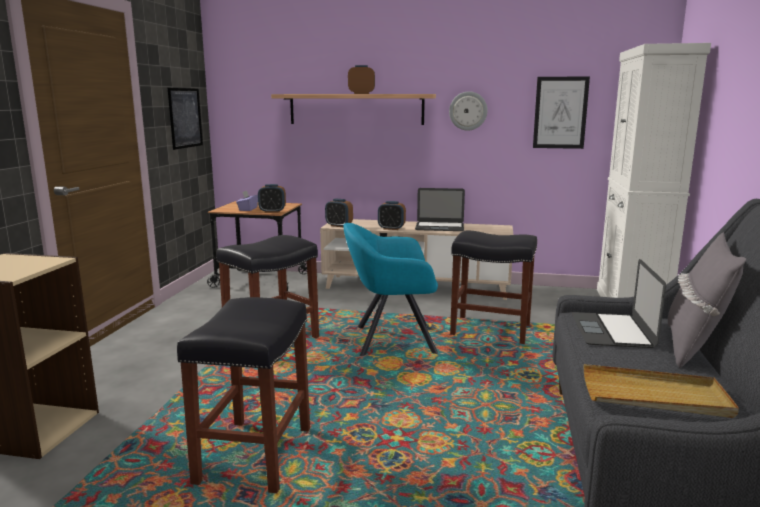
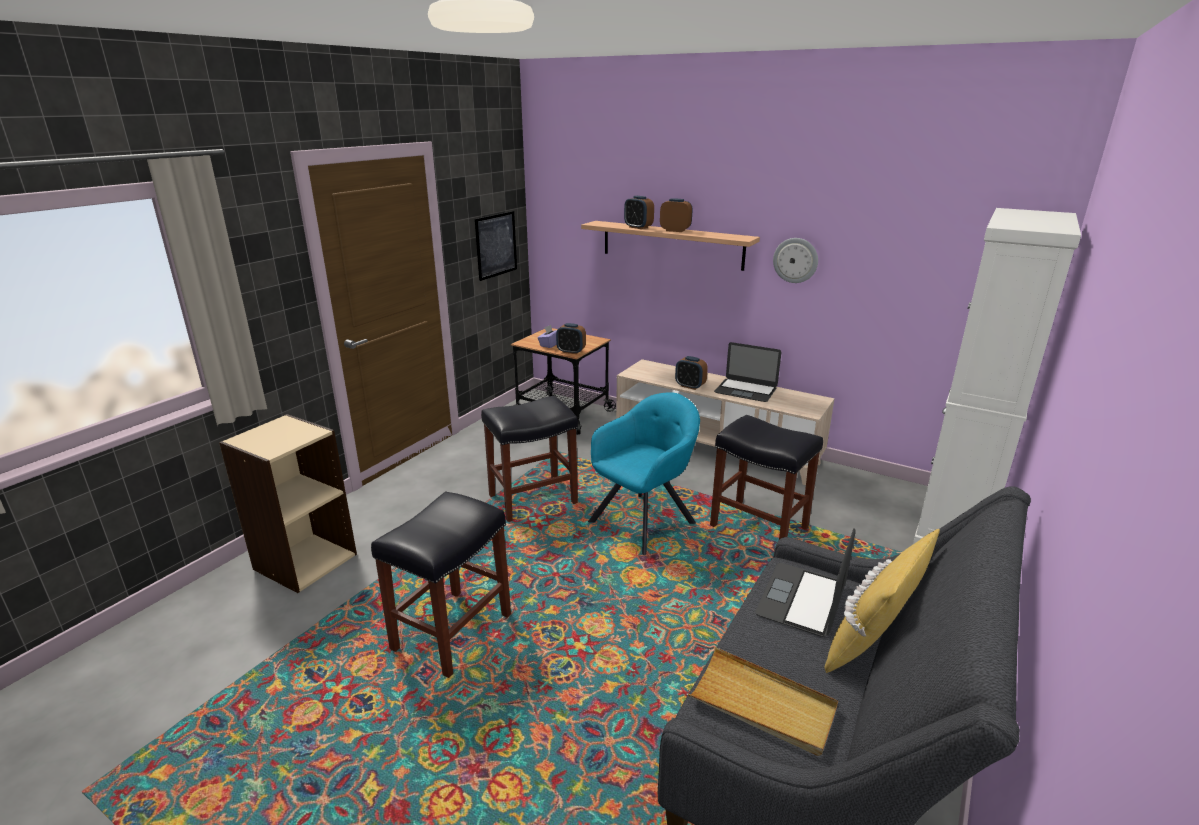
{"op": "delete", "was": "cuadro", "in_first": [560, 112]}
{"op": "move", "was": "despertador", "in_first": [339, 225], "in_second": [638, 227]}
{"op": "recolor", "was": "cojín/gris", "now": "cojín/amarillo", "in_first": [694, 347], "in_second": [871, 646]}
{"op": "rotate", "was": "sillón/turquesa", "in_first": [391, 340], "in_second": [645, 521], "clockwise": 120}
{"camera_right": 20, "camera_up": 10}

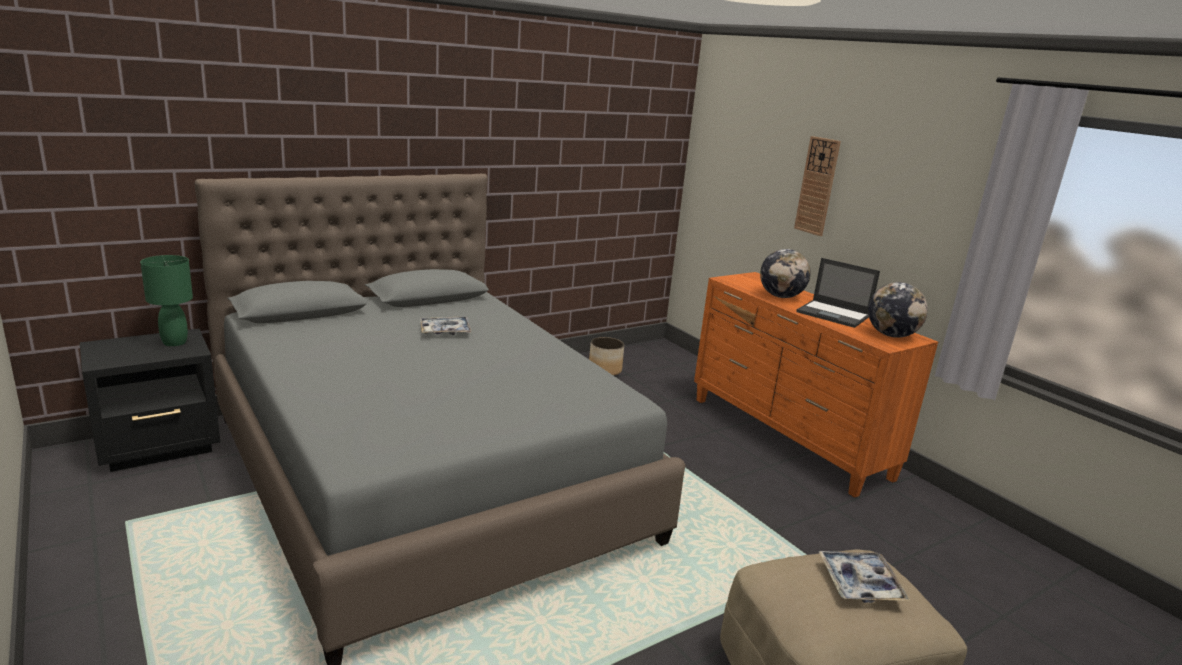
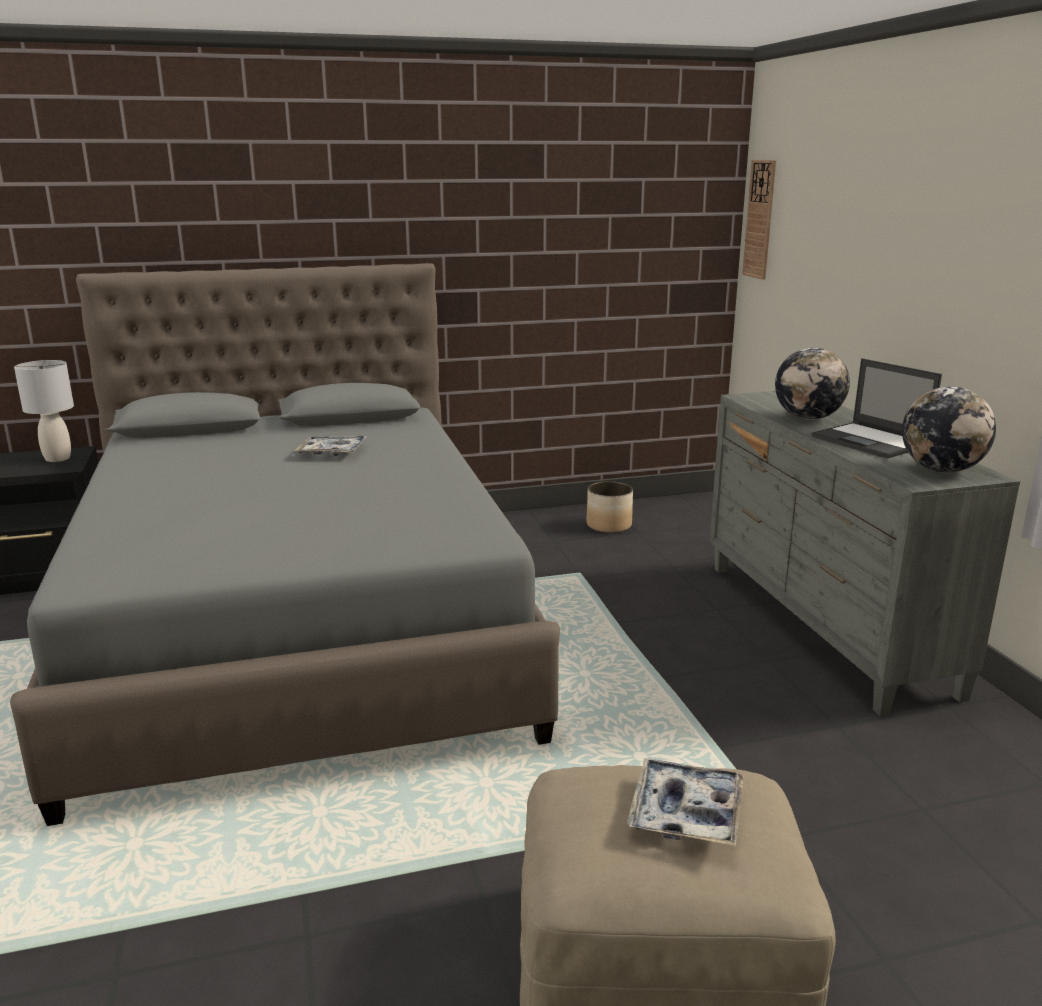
{"op": "move", "was": "reloj de pared", "in_first": [817, 186], "in_second": [760, 219]}
{"op": "recolor", "was": "lámpara de mesa/verde", "now": "lámpara de mesa/gris", "in_first": [175, 342], "in_second": [58, 458]}
{"op": "recolor", "was": "cómoda/naranja", "now": "cómoda/gris", "in_first": [787, 438], "in_second": [823, 627]}
{"camera_right": 20, "camera_up": 0}

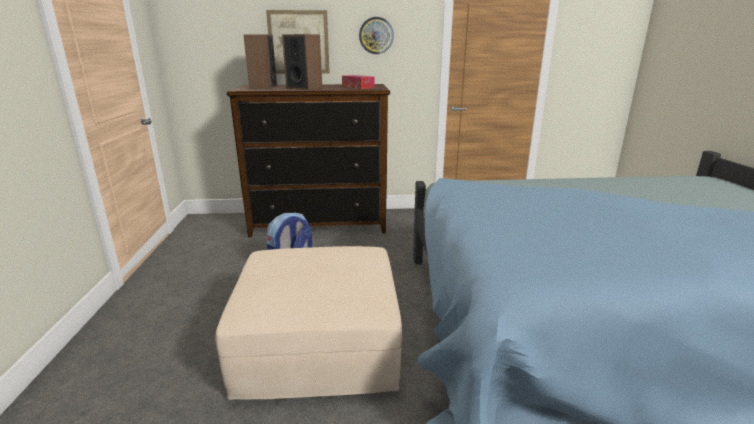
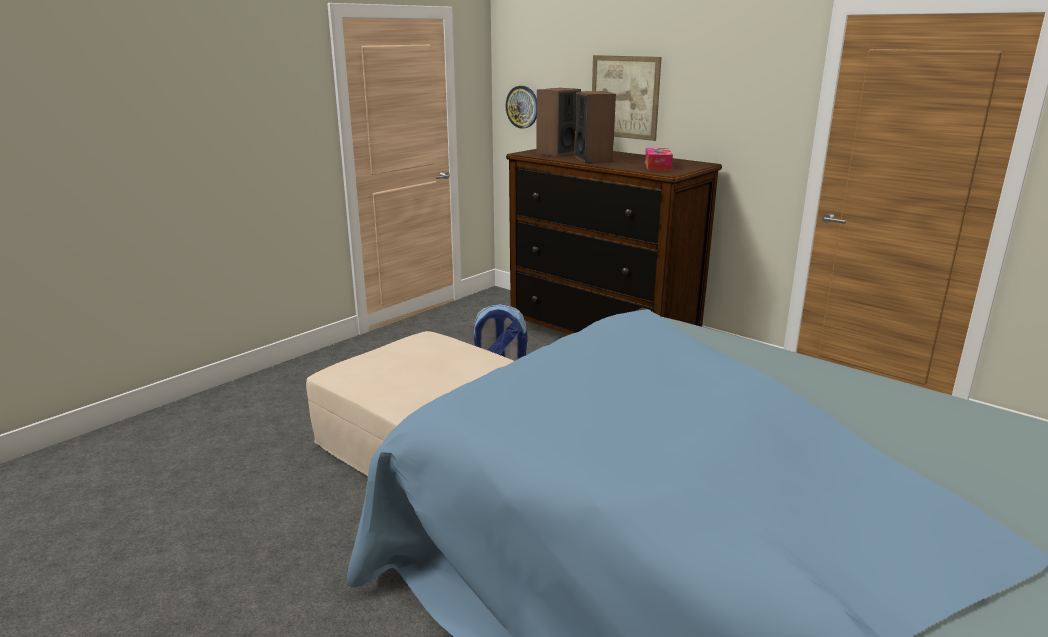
{"op": "move", "was": "reloj de pared", "in_first": [376, 35], "in_second": [522, 107]}
{"camera_right": 45, "camera_up": 0}

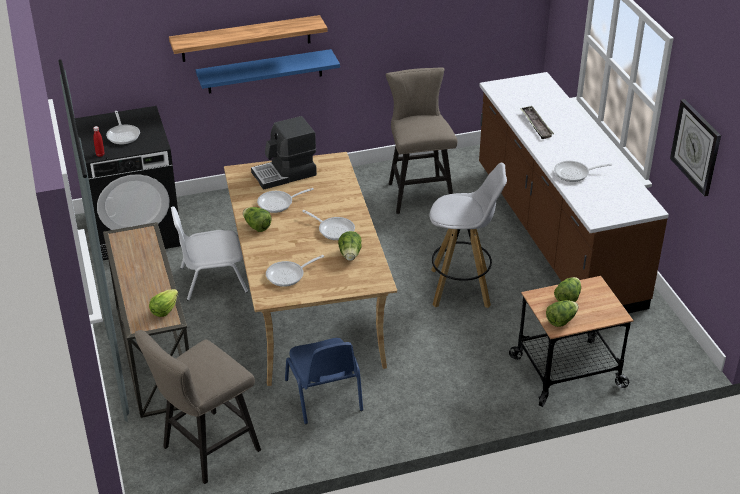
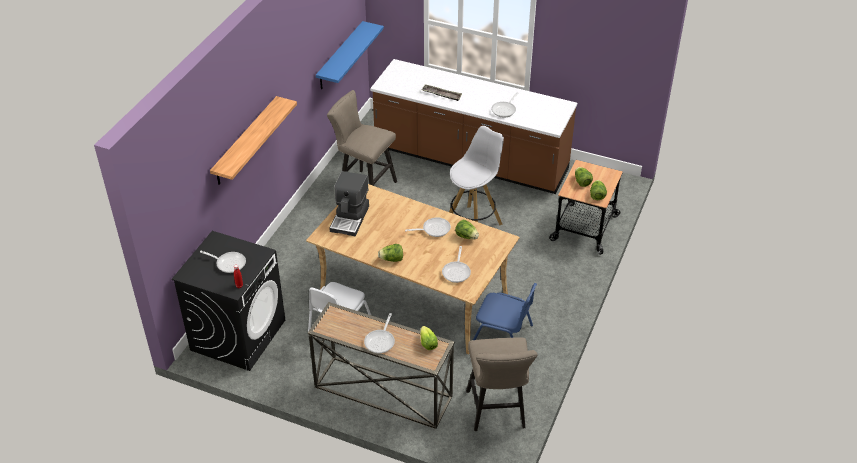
{"op": "delete", "was": "reloj de pared", "in_first": [696, 147]}
{"op": "move", "was": "estante/azul", "in_first": [265, 71], "in_second": [340, 56]}
{"op": "move", "was": "sartén", "in_first": [278, 203], "in_second": [381, 341]}
{"camera_right": -50, "camera_up": 5}

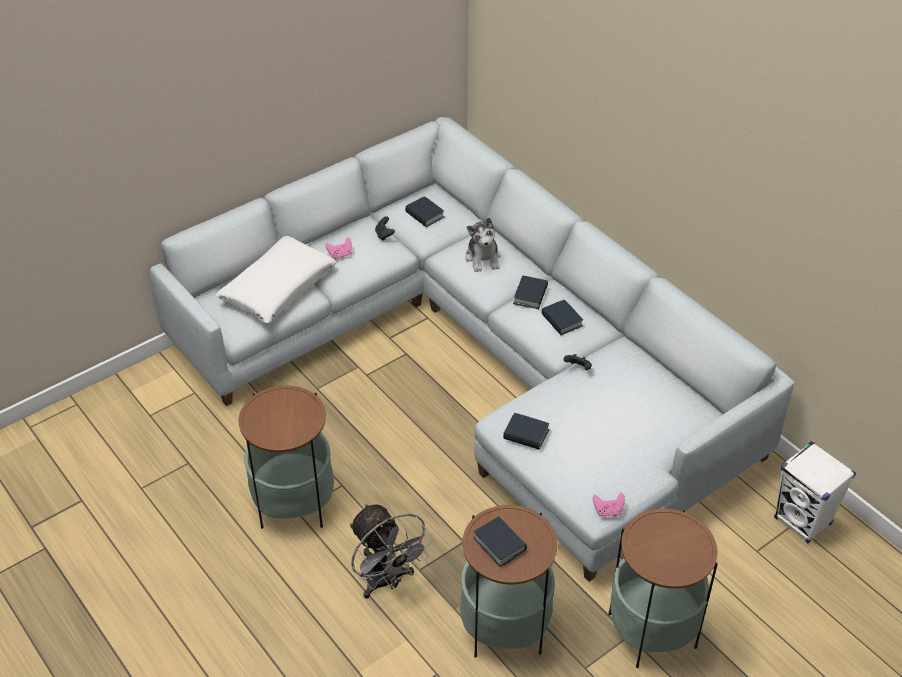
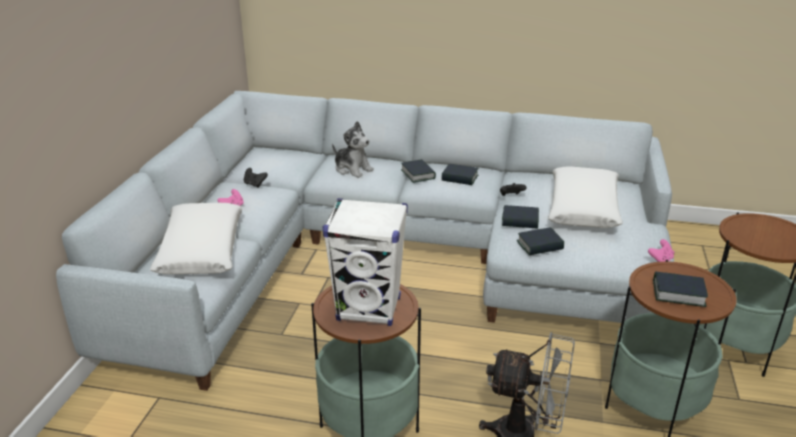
{"op": "insert", "now": "cojín/blanco", "in_second": [583, 208]}
{"op": "move", "was": "libro", "in_first": [424, 215], "in_second": [520, 221]}
{"op": "move", "was": "altavoz/blanco", "in_first": [803, 521], "in_second": [369, 309]}
{"camera_right": -40, "camera_up": -15}

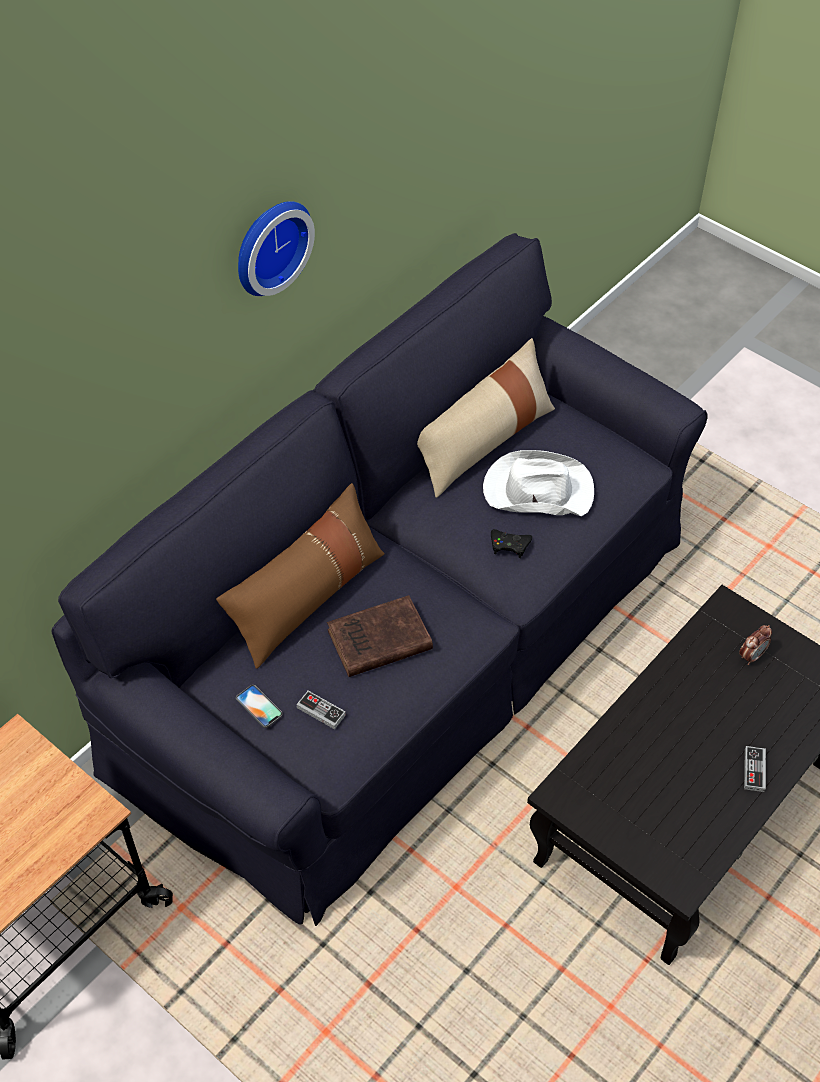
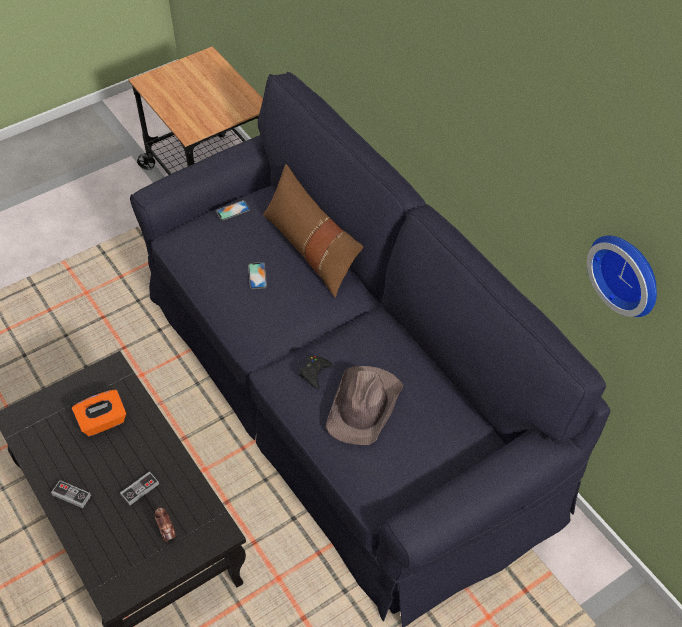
{"op": "delete", "was": "cojín/beis", "in_first": [483, 441]}
{"op": "insert", "now": "caja de pañuelos/naranja", "in_second": [103, 422]}
{"op": "move", "was": "reloj de pared", "in_first": [268, 245], "in_second": [628, 272]}
{"op": "move", "was": "mando de consola", "in_first": [321, 711], "in_second": [140, 489]}
{"op": "replace", "was": "libro/marrón", "now": "móvil", "in_first": [377, 641], "in_second": [257, 276]}
{"op": "recolor", "was": "sombrero/blanco", "now": "sombrero/marrón", "in_first": [537, 490], "in_second": [365, 406]}
{"camera_right": 105, "camera_up": 0}

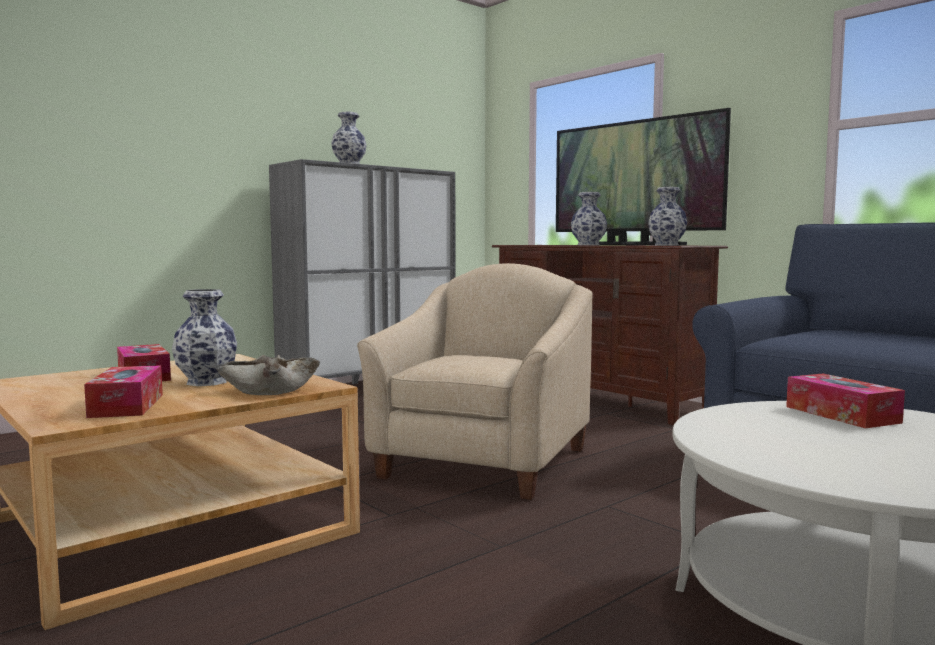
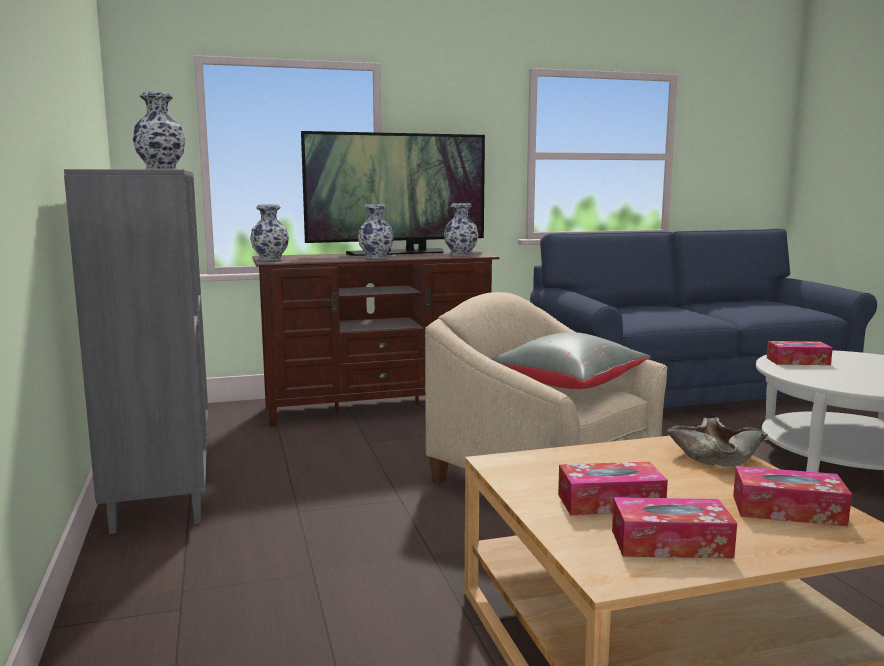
{"op": "insert", "now": "cojín/gris", "in_second": [568, 384]}
{"op": "insert", "now": "caja de pañuelos", "in_second": [670, 543]}
{"op": "move", "was": "florero", "in_first": [207, 382], "in_second": [271, 259]}
{"camera_right": -65, "camera_up": 5}

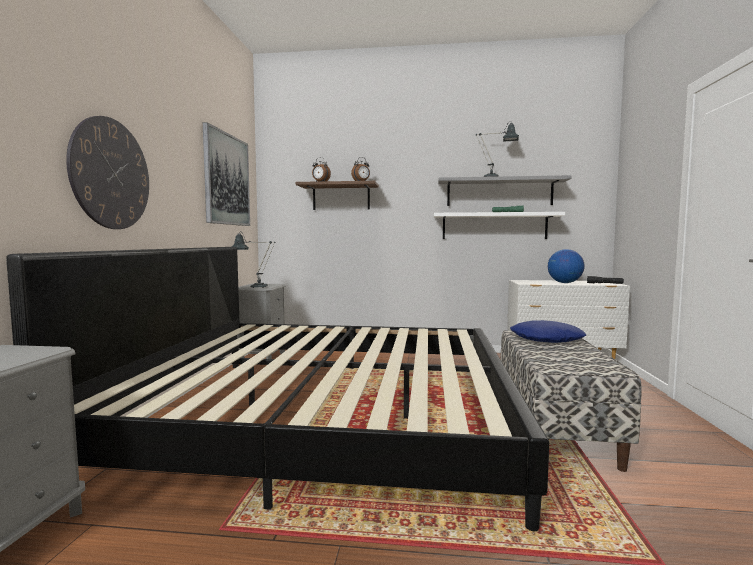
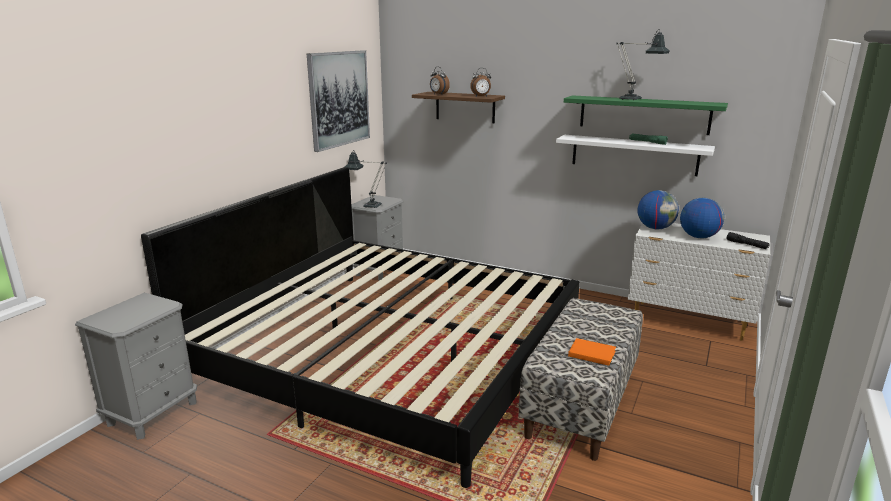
{"op": "delete", "was": "reloj de pared", "in_first": [111, 174]}
{"op": "delete", "was": "cojín/azul", "in_first": [546, 339]}
{"op": "insert", "now": "libro/naranja", "in_second": [590, 353]}
{"op": "insert", "now": "globo terráqueo", "in_second": [655, 228]}
{"op": "recolor", "was": "estante/gris", "now": "estante/verde", "in_first": [499, 192], "in_second": [643, 114]}
{"camera_right": 20, "camera_up": 15}

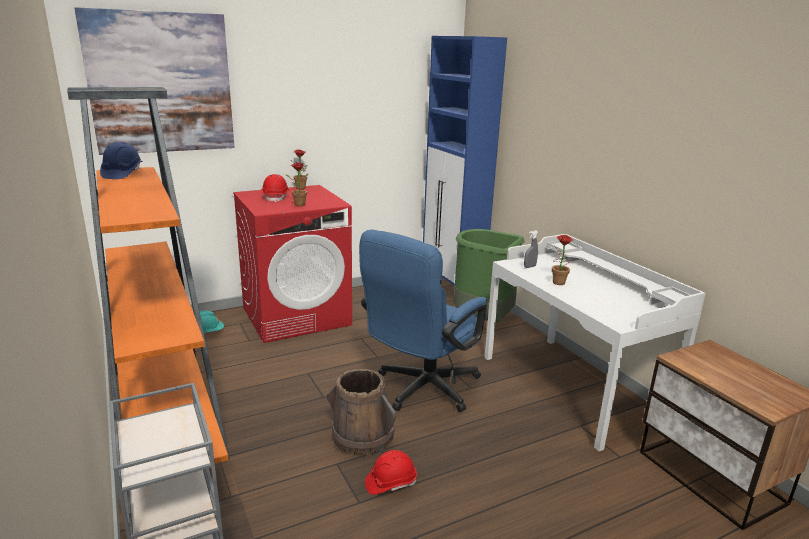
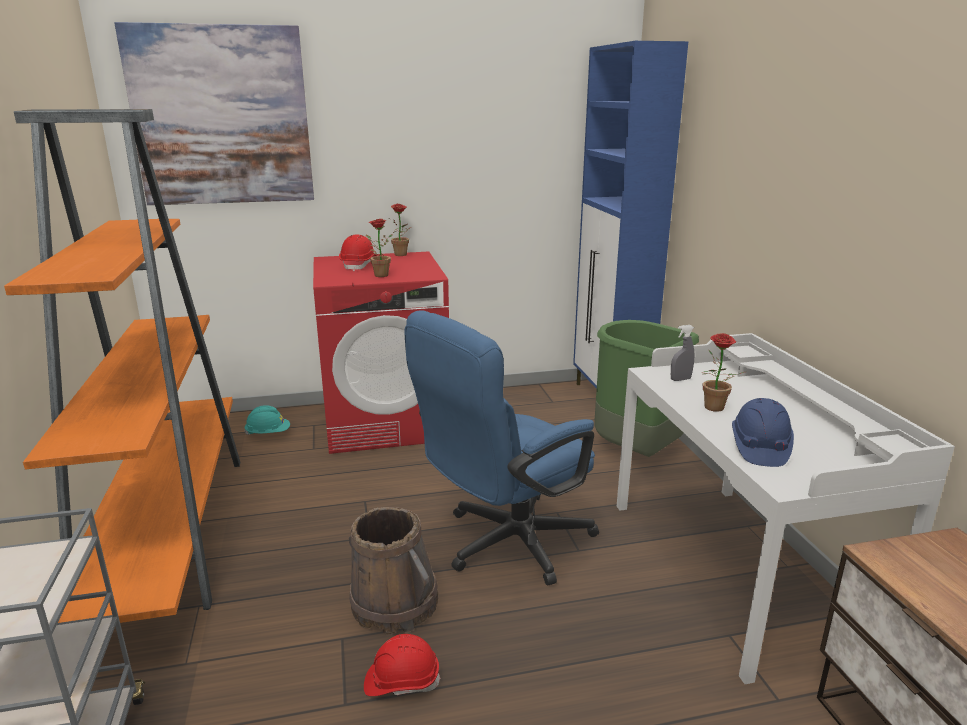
{"op": "move", "was": "casco/azul", "in_first": [122, 174], "in_second": [759, 448]}
{"camera_right": 15, "camera_up": 0}

